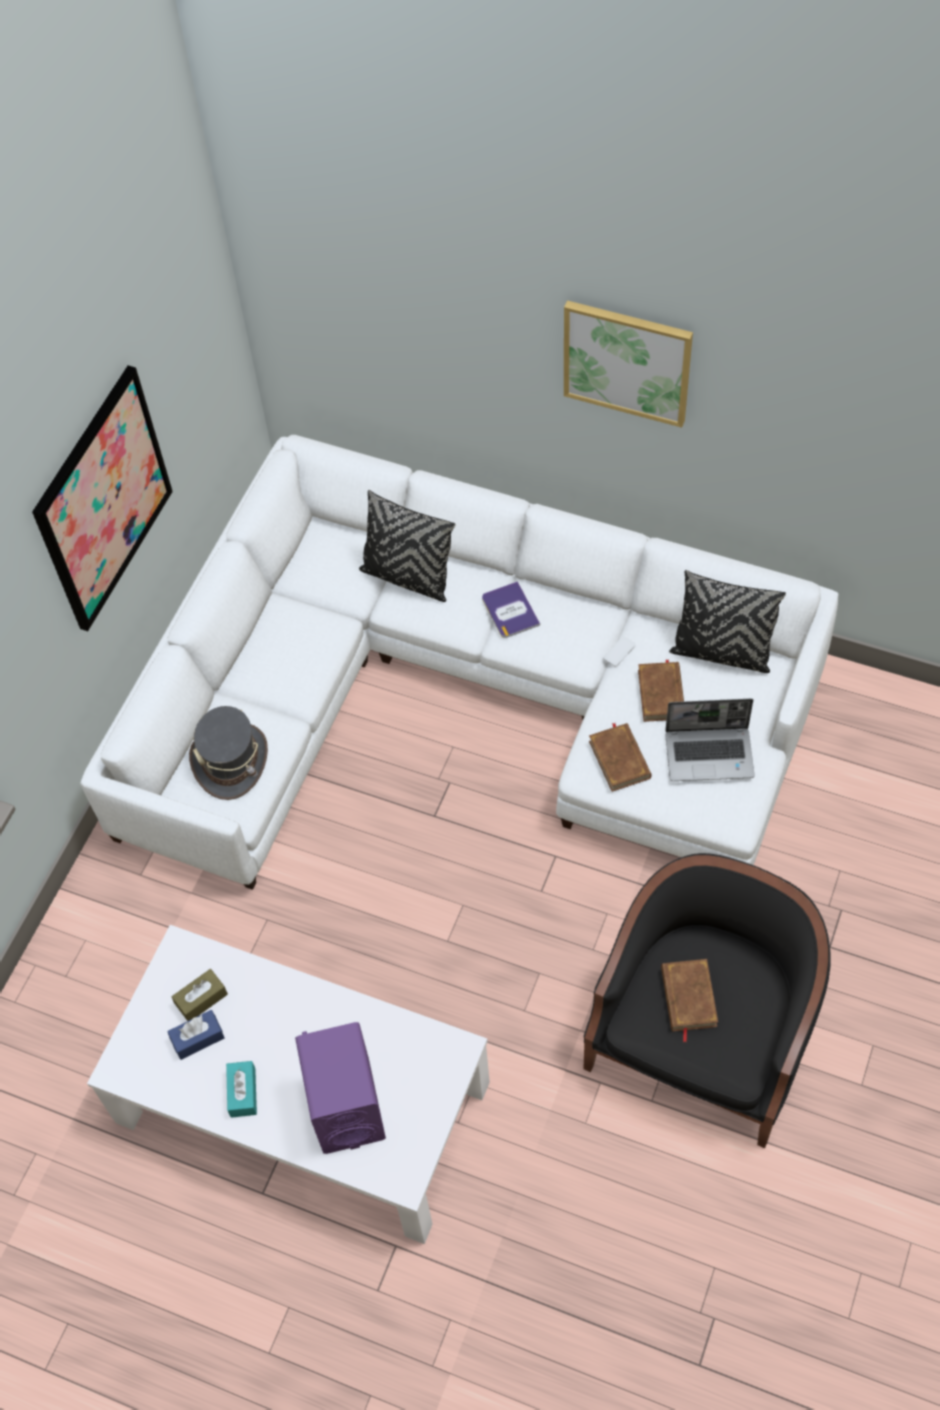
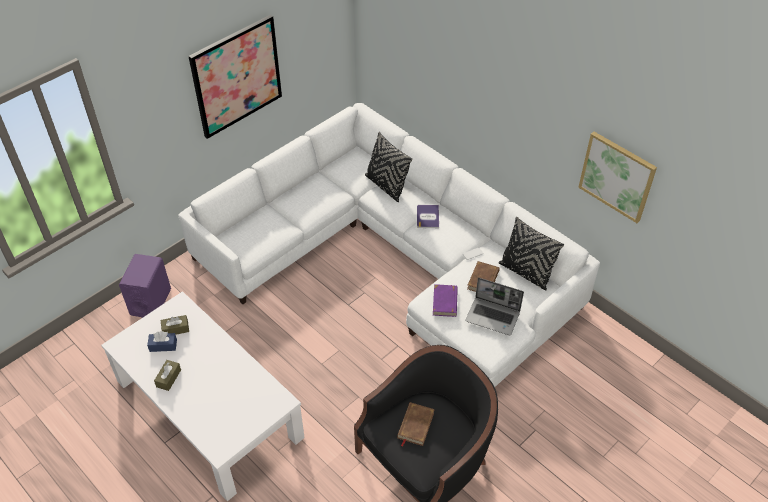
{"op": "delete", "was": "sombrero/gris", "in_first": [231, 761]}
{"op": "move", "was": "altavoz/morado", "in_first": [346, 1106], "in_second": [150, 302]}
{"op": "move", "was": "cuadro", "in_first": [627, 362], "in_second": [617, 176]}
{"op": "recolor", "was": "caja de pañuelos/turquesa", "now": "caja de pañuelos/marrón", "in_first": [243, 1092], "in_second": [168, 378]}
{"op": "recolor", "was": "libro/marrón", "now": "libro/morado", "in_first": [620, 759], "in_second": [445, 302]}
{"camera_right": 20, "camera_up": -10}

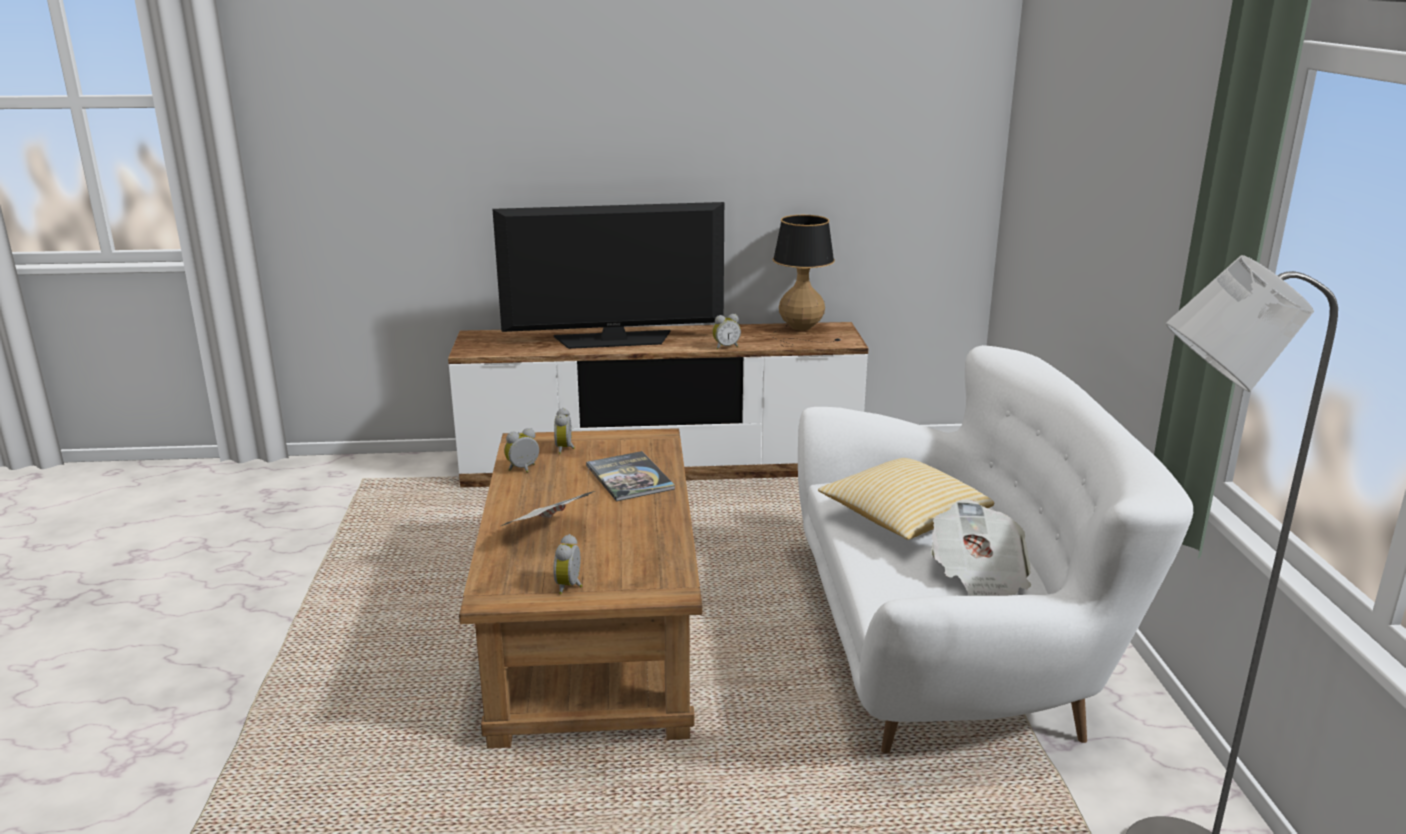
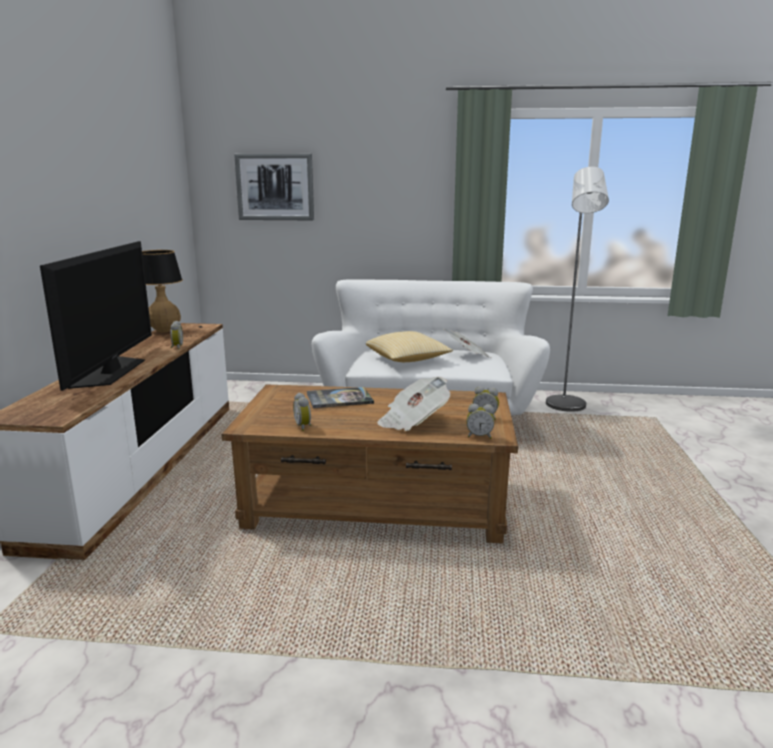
{"op": "insert", "now": "cuadro", "in_second": [275, 187]}
{"op": "move", "was": "despertador", "in_first": [566, 449], "in_second": [479, 436]}
{"camera_right": -80, "camera_up": -5}

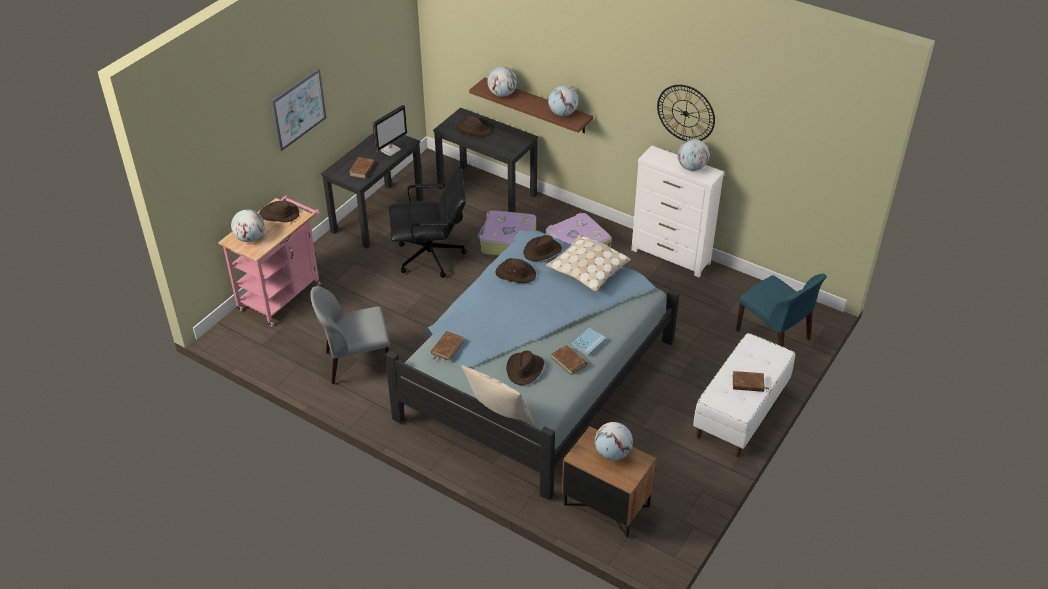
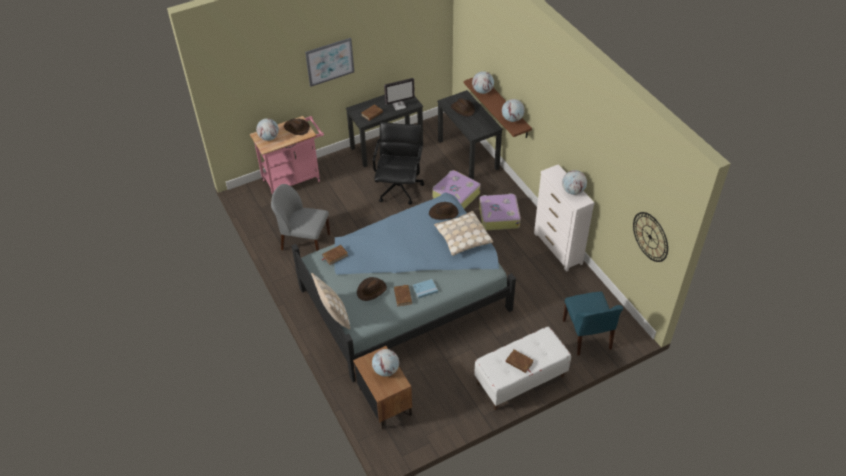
{"op": "delete", "was": "sombrero/marrón", "in_first": [515, 273]}
{"op": "move", "was": "reloj de pared", "in_first": [685, 113], "in_second": [650, 237]}
{"op": "rotate", "was": "silla de oficina/negro", "in_first": [431, 257], "in_second": [399, 188], "clockwise": -105}
{"camera_right": 30, "camera_up": 5}

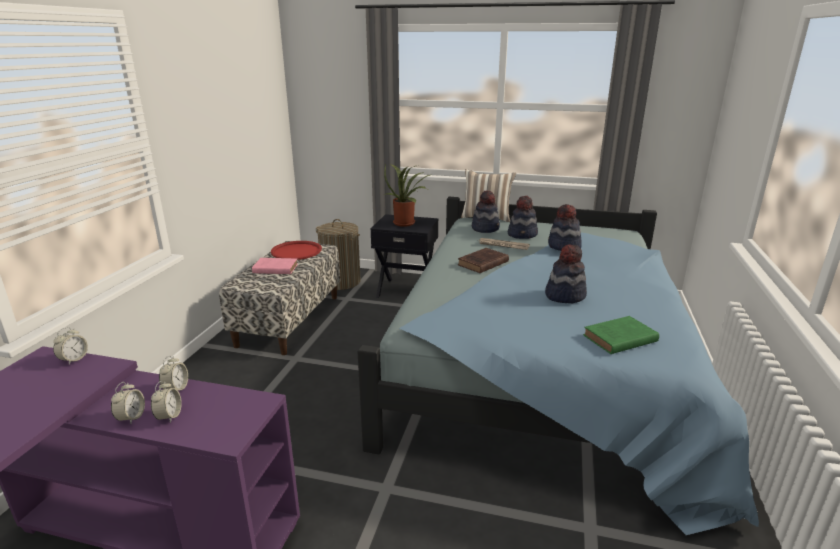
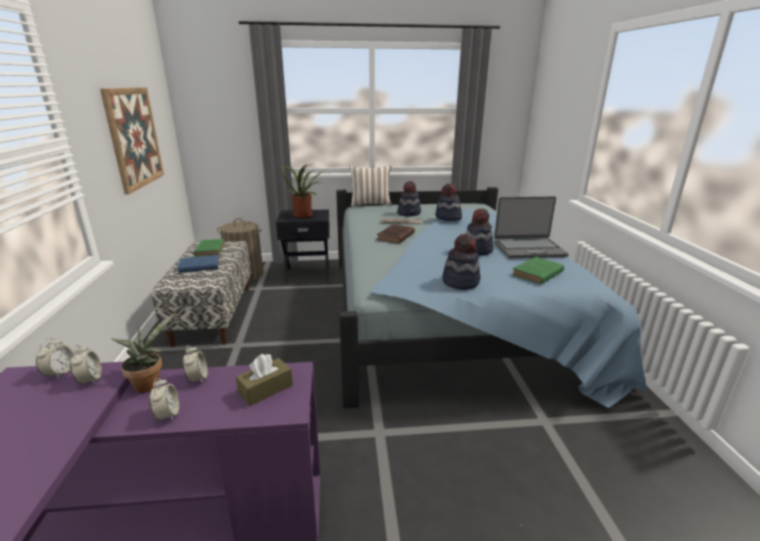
{"op": "insert", "now": "cuadro", "in_second": [134, 138]}
{"op": "insert", "now": "planta en maceta", "in_second": [149, 383]}
{"op": "insert", "now": "caja de pañuelos/marrón", "in_second": [265, 389]}
{"op": "insert", "now": "portátil", "in_second": [529, 249]}
{"op": "move", "was": "despertador", "in_first": [169, 416], "in_second": [90, 379]}
{"op": "move", "was": "sombrero", "in_first": [485, 228], "in_second": [460, 282]}
{"op": "replace", "was": "bandeja/rojo", "now": "libro/verde", "in_first": [296, 251], "in_second": [210, 249]}
{"op": "recolor", "was": "libro/rosa", "now": "libro/azul", "in_first": [274, 269], "in_second": [198, 266]}
{"camera_right": -20, "camera_up": 0}

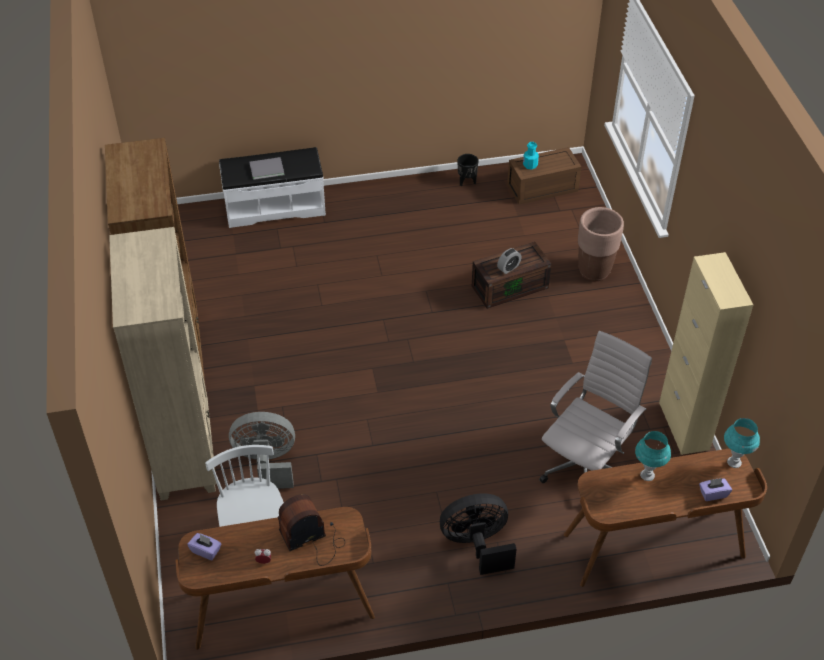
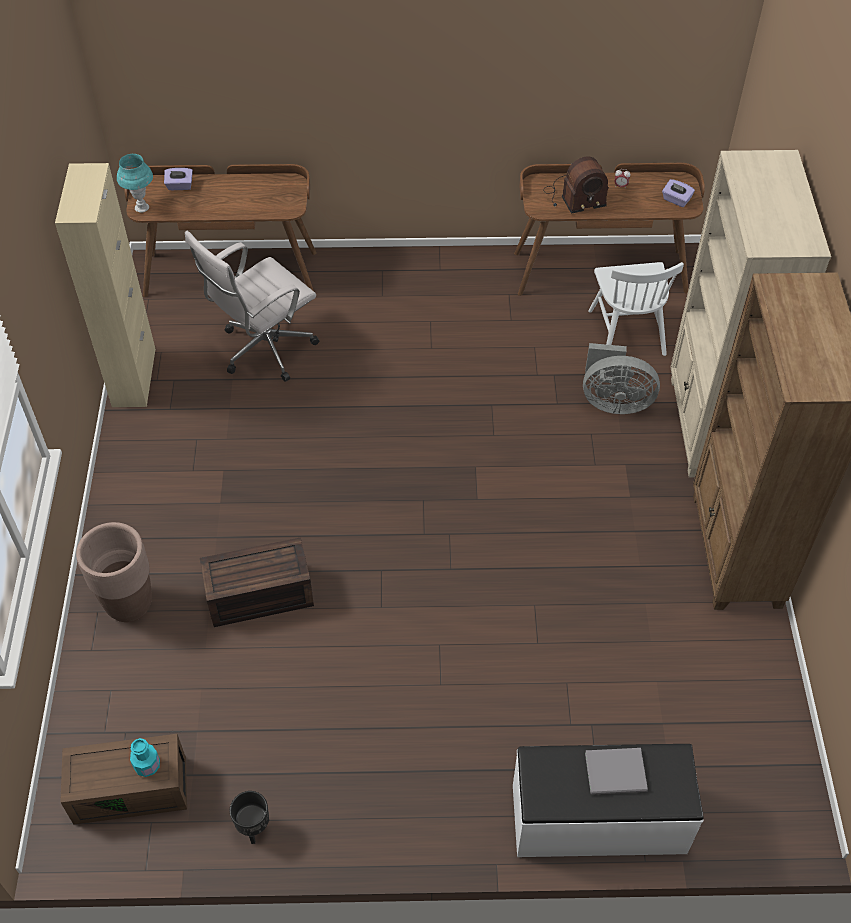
{"op": "delete", "was": "ventilador/negro", "in_first": [477, 545]}
{"op": "delete", "was": "despertador", "in_first": [508, 268]}
{"op": "delete", "was": "lámpara de mesa/turquesa", "in_first": [647, 475]}
{"camera_right": -170, "camera_up": 5}

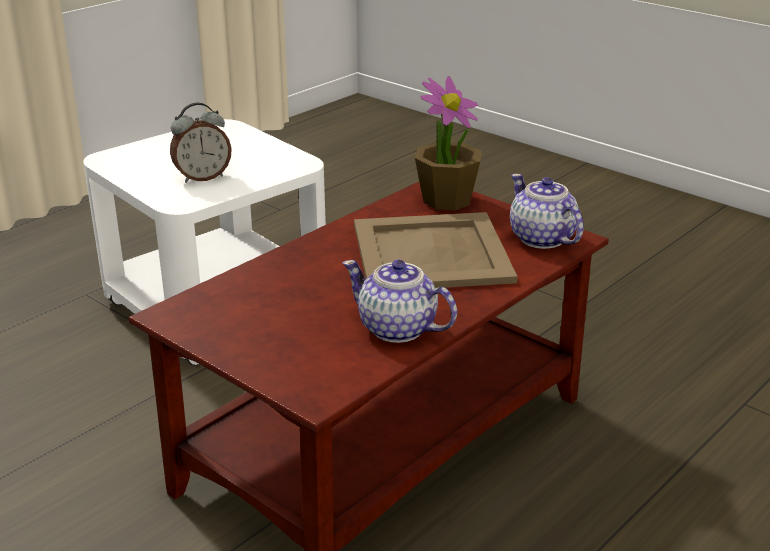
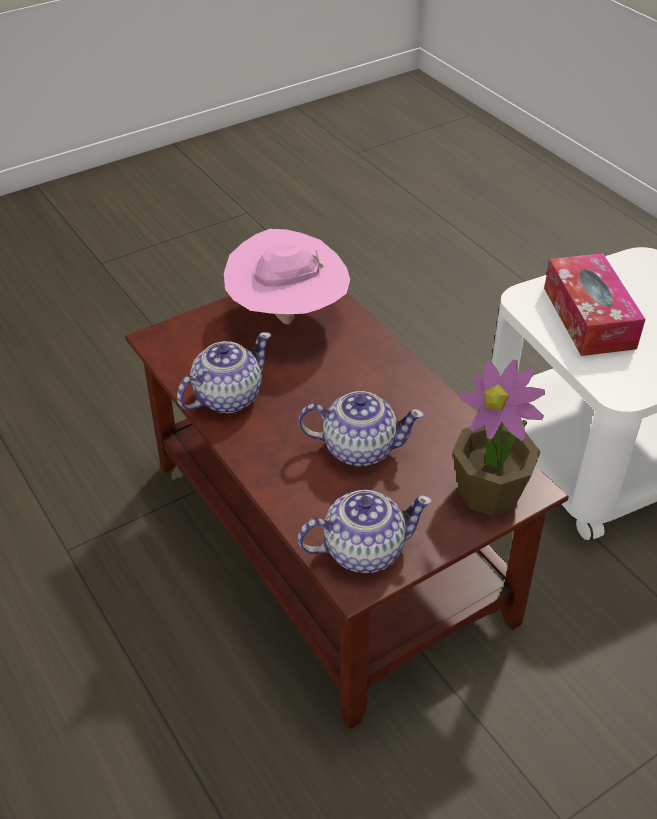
{"op": "insert", "now": "sombrero/rosa", "in_second": [287, 317]}
{"op": "replace", "was": "despertador", "now": "caja de pañuelos", "in_first": [202, 177], "in_second": [588, 317]}
{"op": "replace", "was": "bandeja/beis", "now": "tetera", "in_first": [430, 253], "in_second": [358, 448]}
{"camera_right": 105, "camera_up": 15}

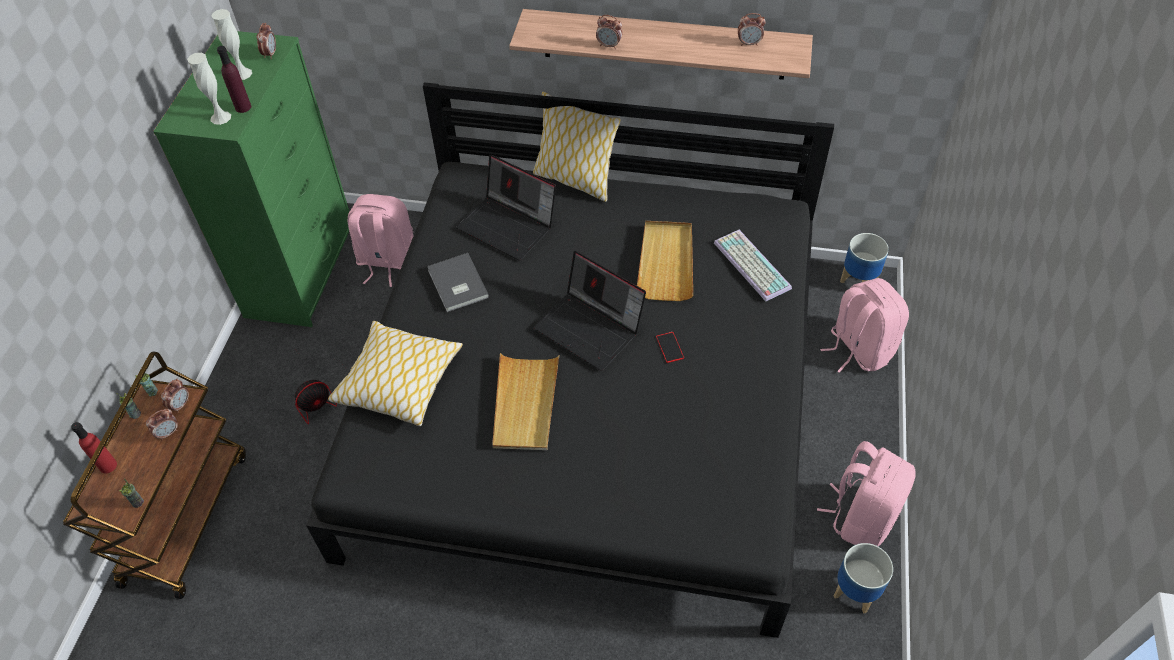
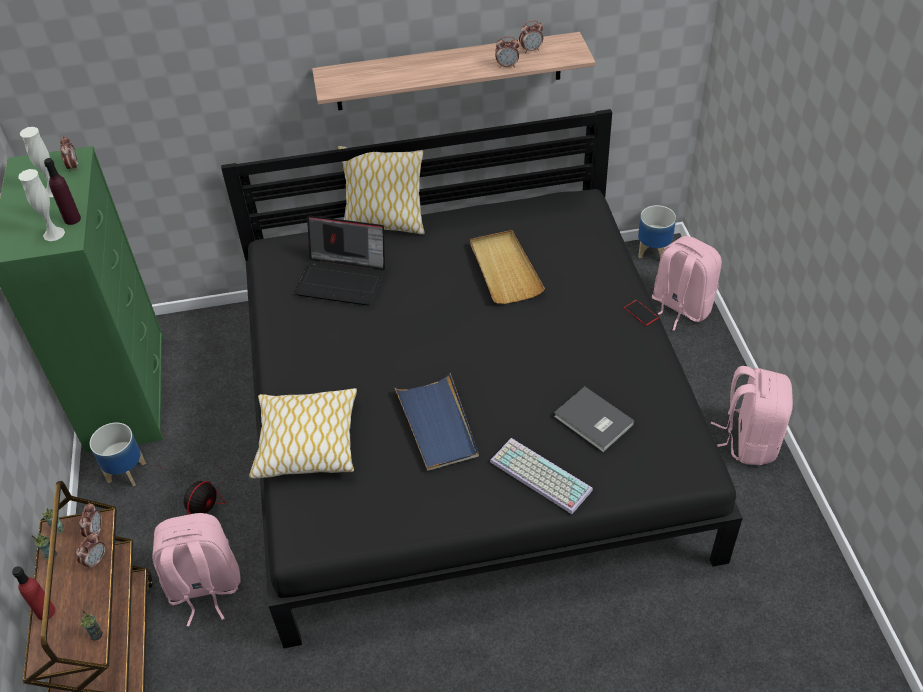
{"op": "delete", "was": "portátil", "in_first": [591, 328]}
{"op": "move", "was": "mochila/rosa", "in_first": [386, 261], "in_second": [204, 587]}
{"op": "move", "was": "libro/gris", "in_first": [456, 285], "in_second": [593, 422]}
{"op": "move", "was": "despertador", "in_first": [609, 45], "in_second": [507, 66]}
{"op": "move", "was": "móvil", "in_first": [669, 347], "in_second": [641, 313]}
{"op": "move", "was": "teclado", "in_first": [749, 265], "in_second": [538, 476]}
{"op": "move", "was": "maceta", "in_first": [856, 592], "in_second": [127, 472]}
{"op": "recolor", "was": "bandeja/beis", "now": "bandeja/azul", "in_first": [525, 404], "in_second": [437, 425]}
{"camera_right": -20, "camera_up": -5}

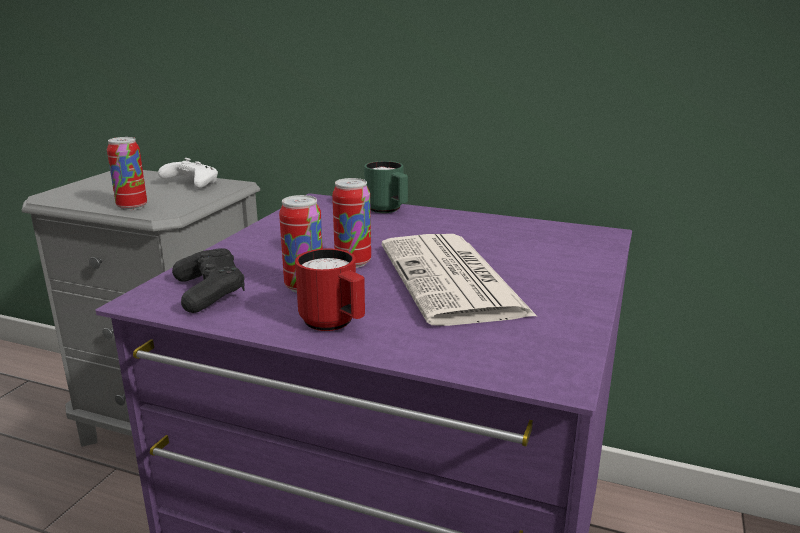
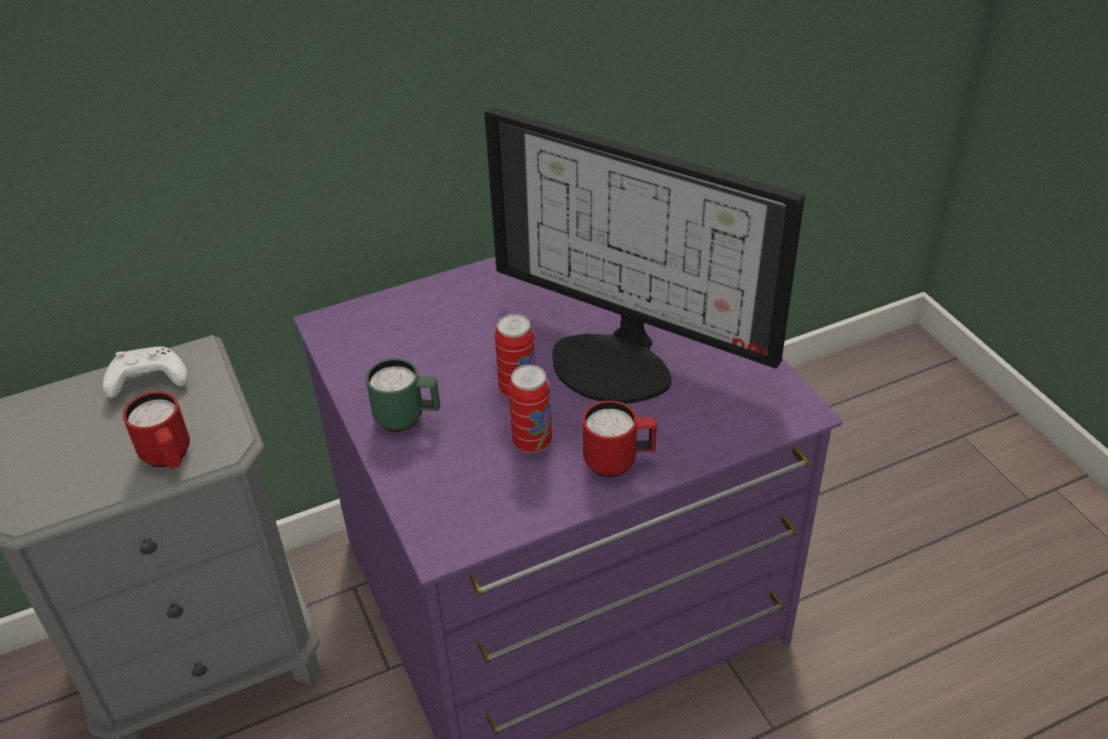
{"op": "delete", "was": "mando de consola/negro", "in_first": [209, 292]}
{"op": "move", "was": "taza grande/verde", "in_first": [388, 210], "in_second": [407, 419]}
{"op": "replace", "was": "lata", "now": "taza grande/rojo", "in_first": [132, 207], "in_second": [169, 458]}
{"op": "replace", "was": "periódico", "now": "monitor", "in_first": [453, 280], "in_second": [618, 360]}
{"camera_right": -45, "camera_up": 20}

